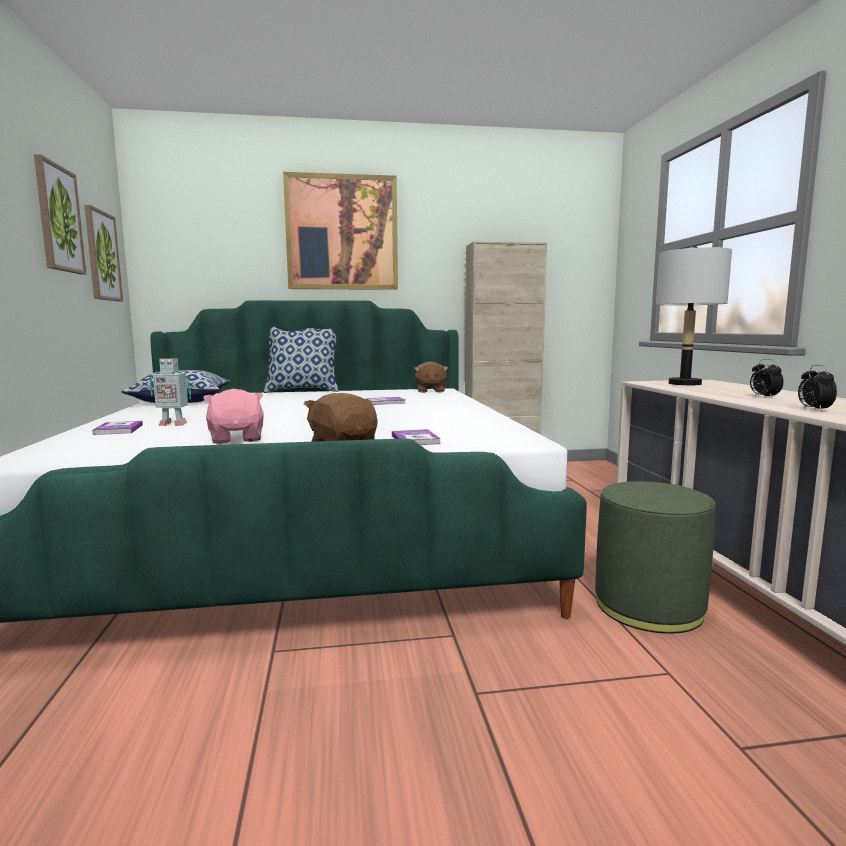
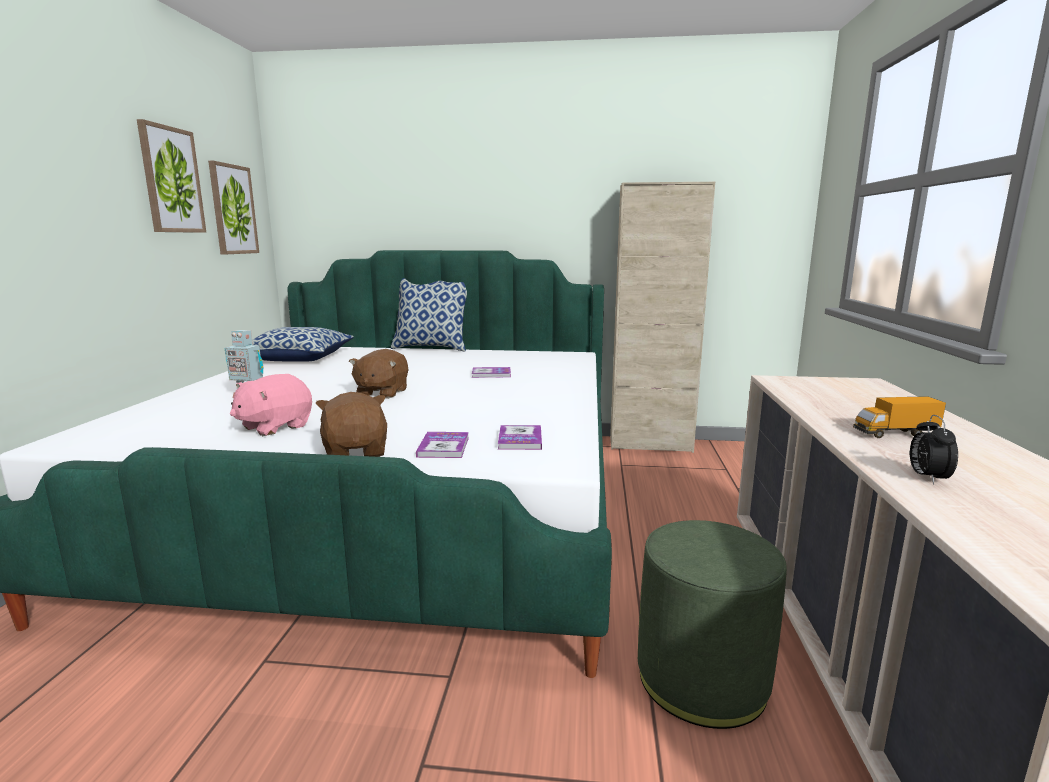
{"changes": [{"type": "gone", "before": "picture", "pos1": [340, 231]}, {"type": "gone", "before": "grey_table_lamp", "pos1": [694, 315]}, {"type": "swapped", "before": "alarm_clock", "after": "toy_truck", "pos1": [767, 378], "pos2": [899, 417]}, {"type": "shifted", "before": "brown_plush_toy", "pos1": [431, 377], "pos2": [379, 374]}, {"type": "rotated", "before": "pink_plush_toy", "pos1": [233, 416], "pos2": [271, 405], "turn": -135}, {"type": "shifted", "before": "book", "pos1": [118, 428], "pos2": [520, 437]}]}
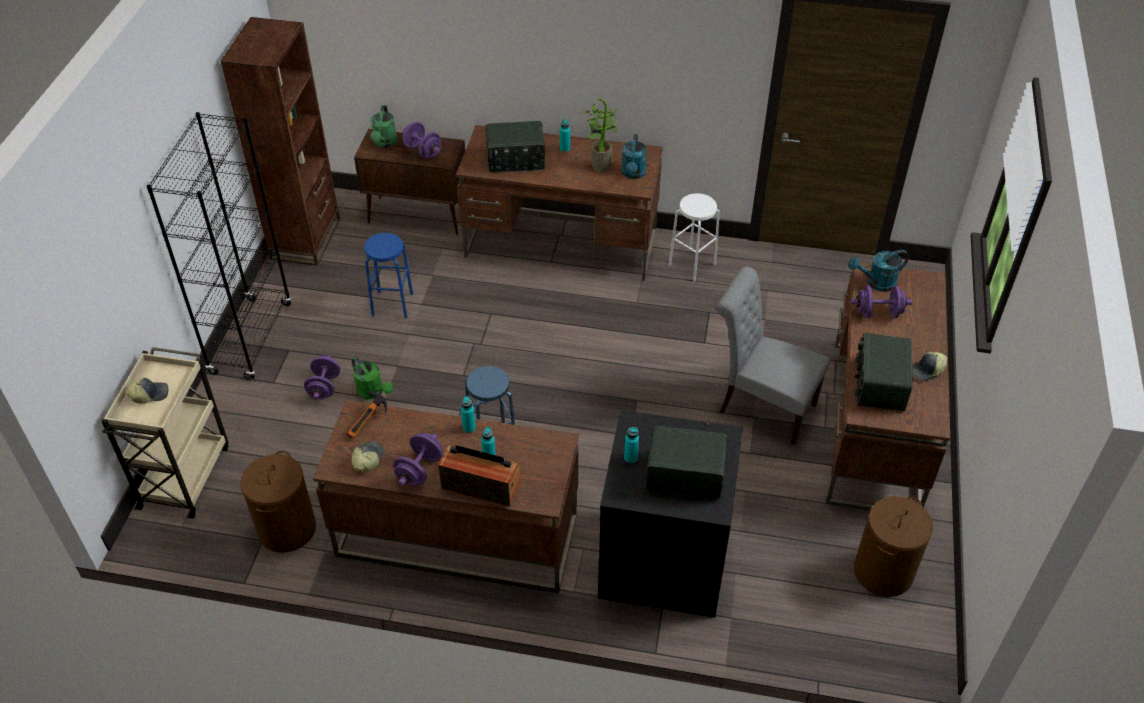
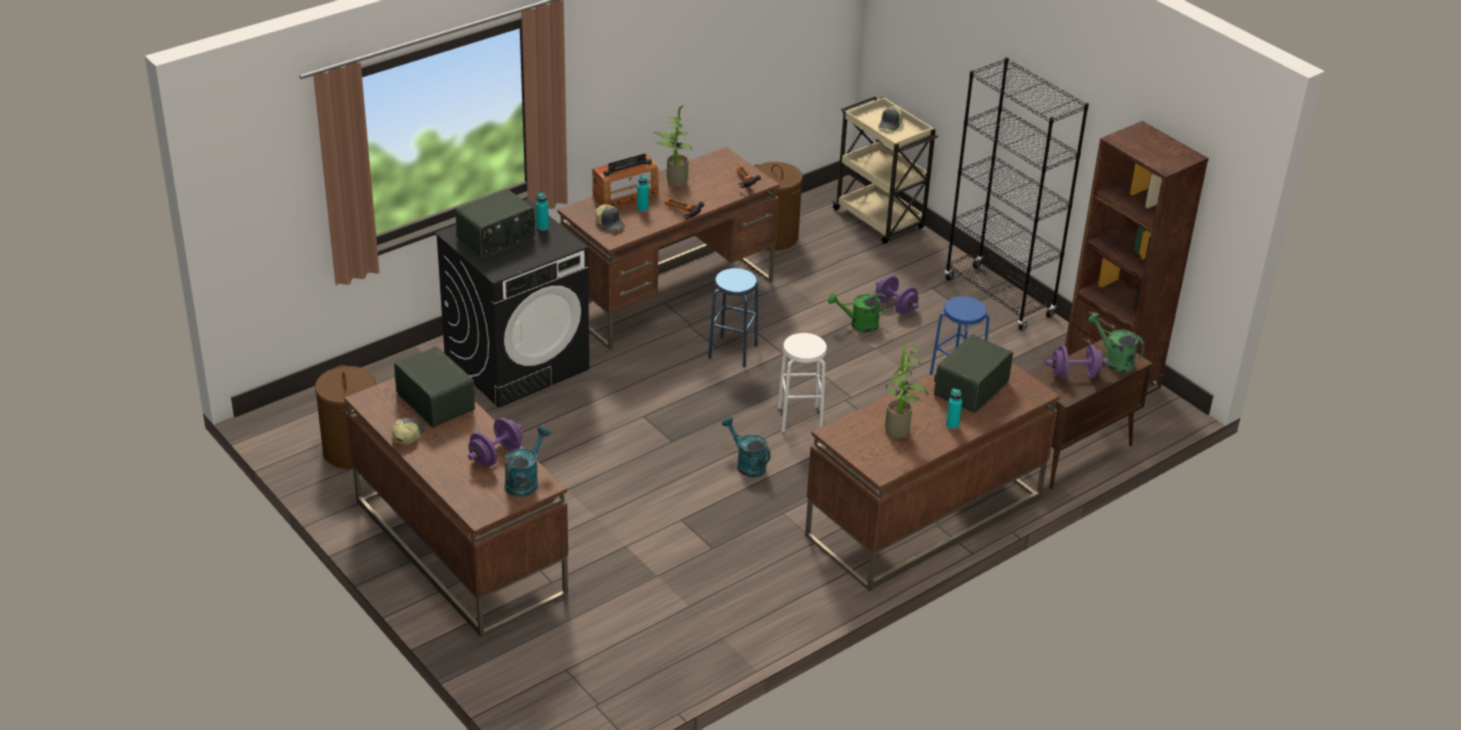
{"changes": [{"type": "shifted", "before": "turquoise_watering_can", "pos1": [634, 156], "pos2": [746, 447]}, {"type": "shifted", "before": "white_stool", "pos1": [694, 237], "pos2": [802, 383]}, {"type": "gone", "before": "grey_chair", "pos1": [773, 356]}, {"type": "swapped", "before": "turquoise_bottle", "after": "hammer", "pos1": [468, 414], "pos2": [685, 208]}, {"type": "swapped", "before": "purple_dumbbell", "after": "potted_plant", "pos1": [418, 459], "pos2": [672, 146]}, {"type": "shifted", "before": "cap", "pos1": [367, 457], "pos2": [610, 218]}]}
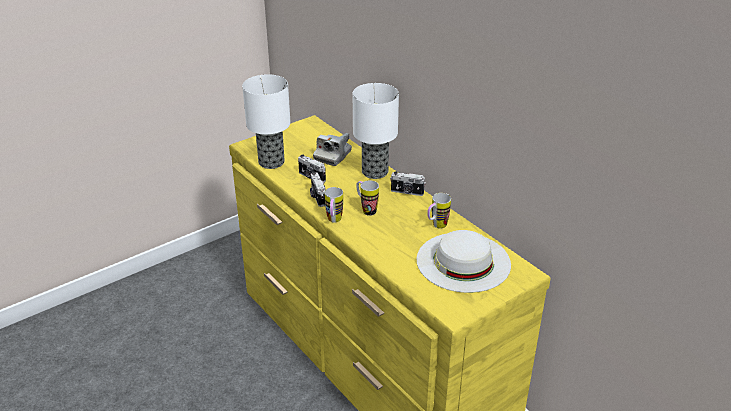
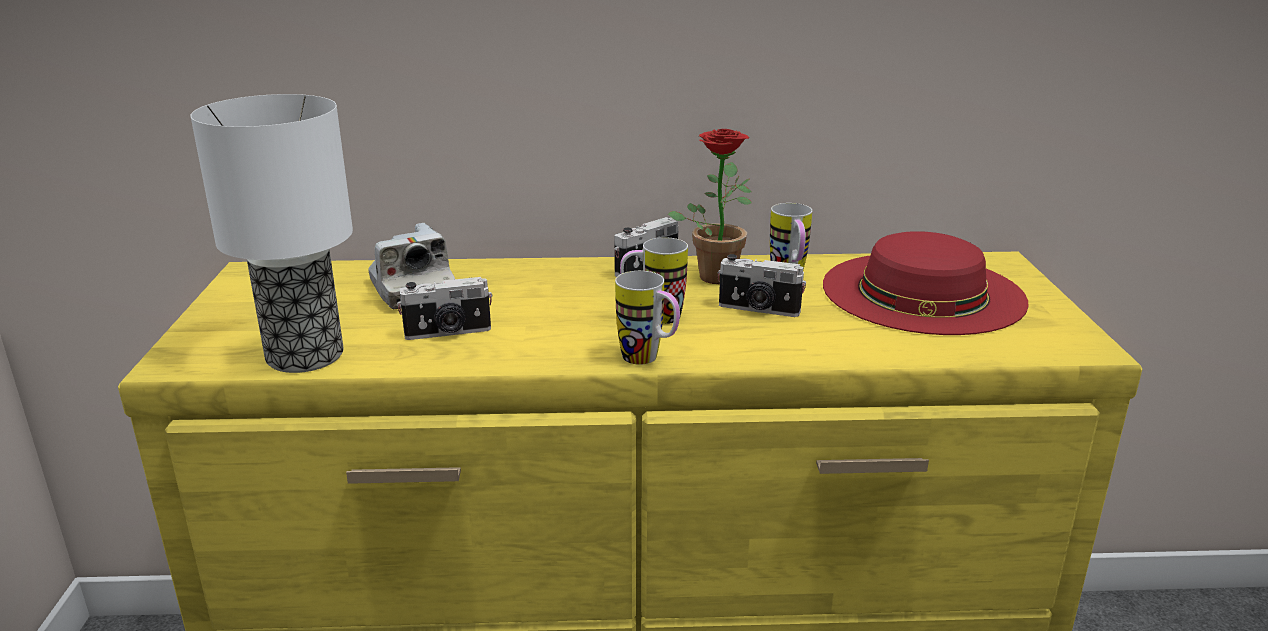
{"changes": [{"type": "gone", "before": "table_lamp", "pos1": [376, 131]}, {"type": "shifted", "before": "photo_camera", "pos1": [318, 189], "pos2": [762, 285]}, {"type": "repainted", "before": "white_hat", "after": "red_hat", "pos1": [464, 261], "pos2": [926, 283]}, {"type": "new", "after": "potted_plant", "pos2": [710, 206]}]}
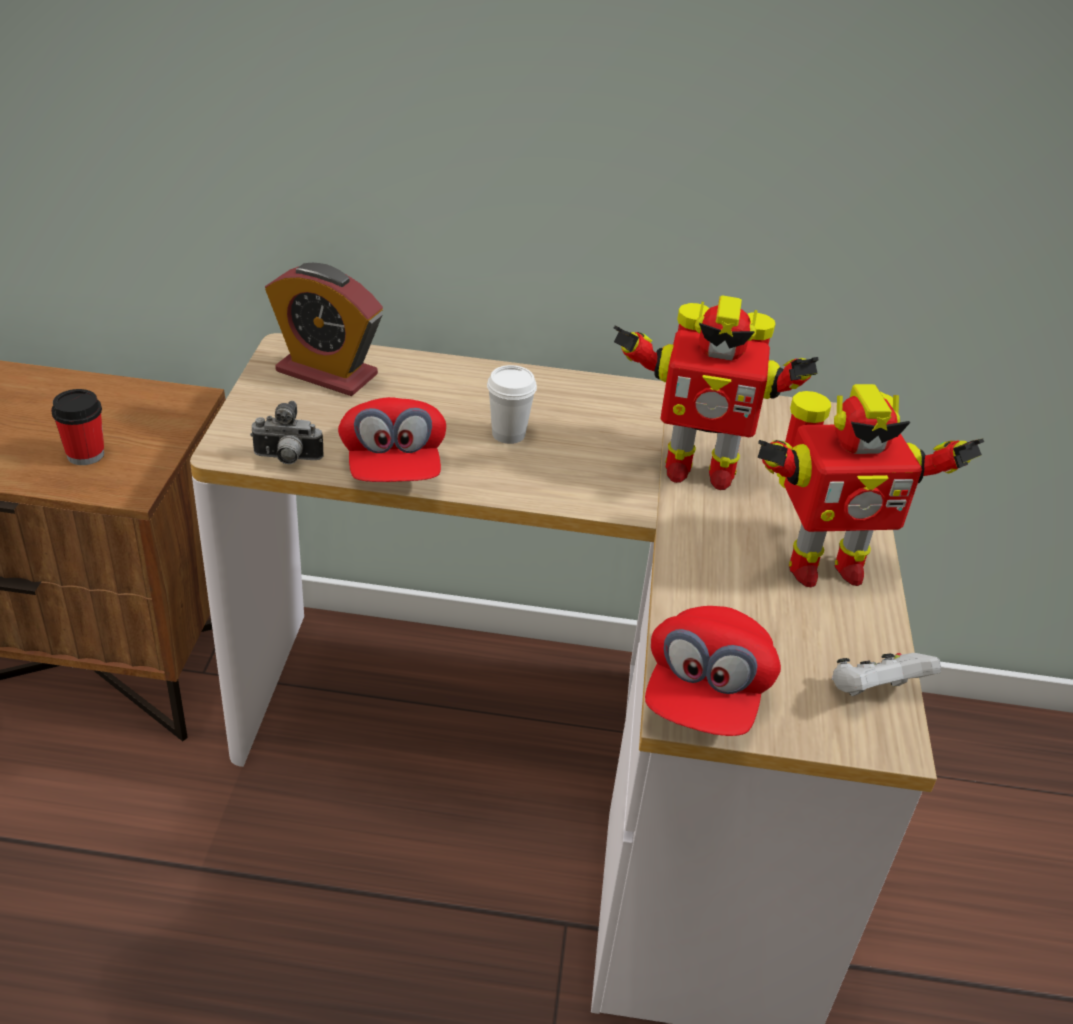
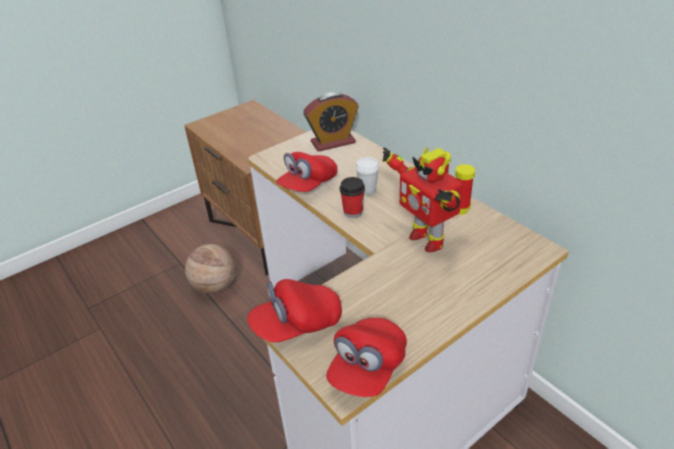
{"changes": [{"type": "rotated", "before": "alarm_clock", "pos1": [324, 329], "pos2": [331, 122], "turn": -90}, {"type": "gone", "before": "toy_robot", "pos1": [871, 485]}, {"type": "shifted", "before": "cup", "pos1": [77, 427], "pos2": [352, 197]}, {"type": "gone", "before": "photo_camera", "pos1": [287, 432]}, {"type": "swapped", "before": "white_game_controller", "after": "red_cap", "pos1": [886, 674], "pos2": [366, 357]}, {"type": "new", "after": "basketball", "pos2": [210, 269]}]}
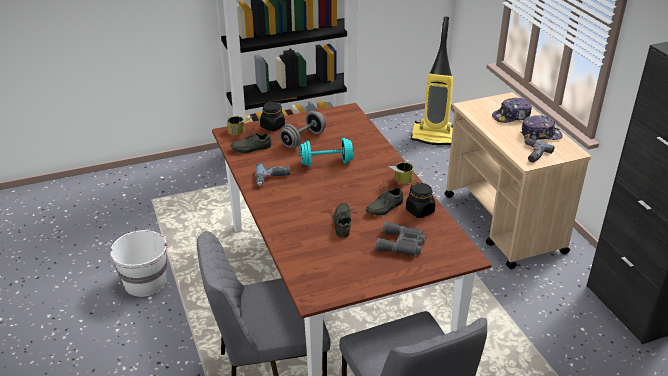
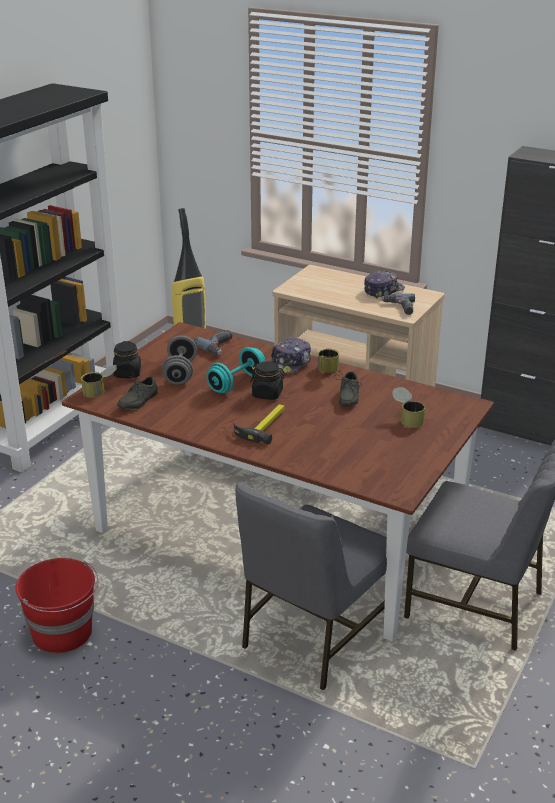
{"changes": [{"type": "shifted", "before": "cap", "pos1": [512, 110], "pos2": [290, 356]}, {"type": "shifted", "before": "power_drill", "pos1": [272, 174], "pos2": [213, 343]}, {"type": "shifted", "before": "black_jar", "pos1": [420, 200], "pos2": [268, 380]}, {"type": "gone", "before": "grey_shoe", "pos1": [344, 220]}, {"type": "swapped", "before": "grey_binoculars", "after": "can", "pos1": [401, 239], "pos2": [409, 407]}, {"type": "repainted", "before": "white_bucket", "after": "red_bucket", "pos1": [138, 263], "pos2": [57, 605]}, {"type": "new", "after": "hammer", "pos2": [259, 424]}]}
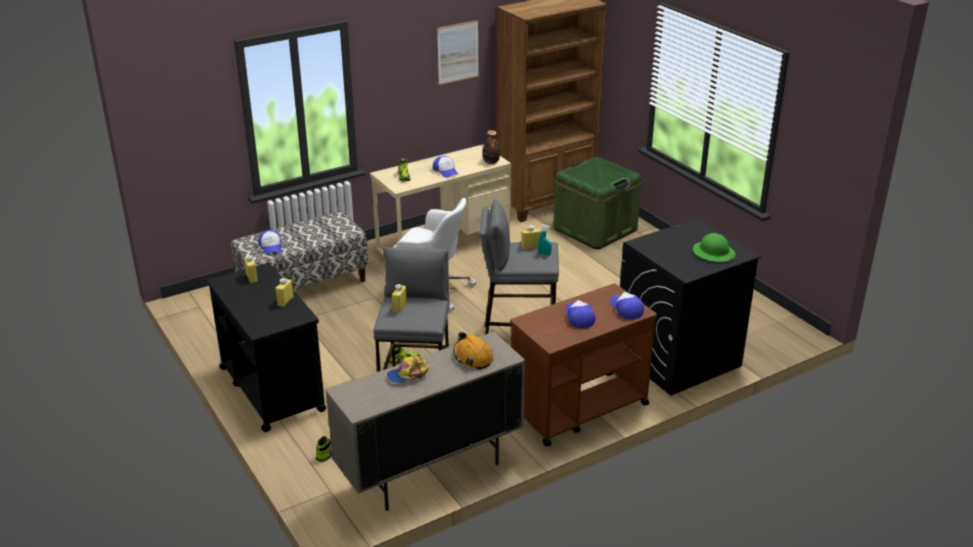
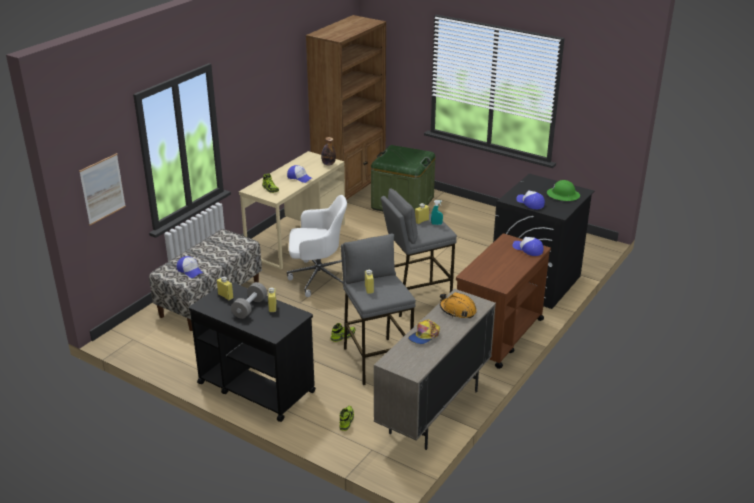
{"changes": [{"type": "shifted", "before": "picture", "pos1": [458, 52], "pos2": [102, 189]}, {"type": "shifted", "before": "cap", "pos1": [580, 314], "pos2": [530, 199]}, {"type": "new", "after": "grey_dumbbell", "pos2": [249, 300]}]}
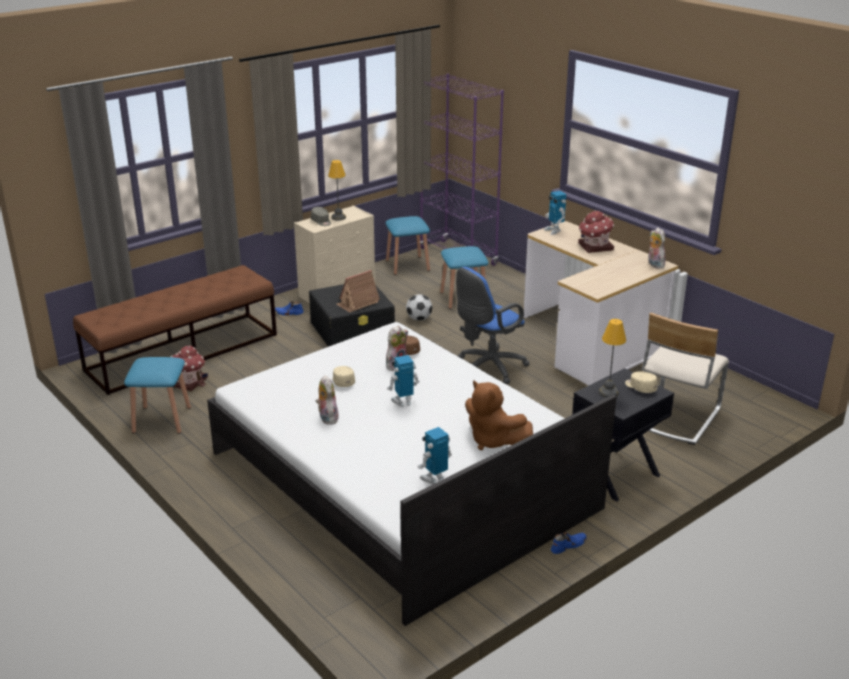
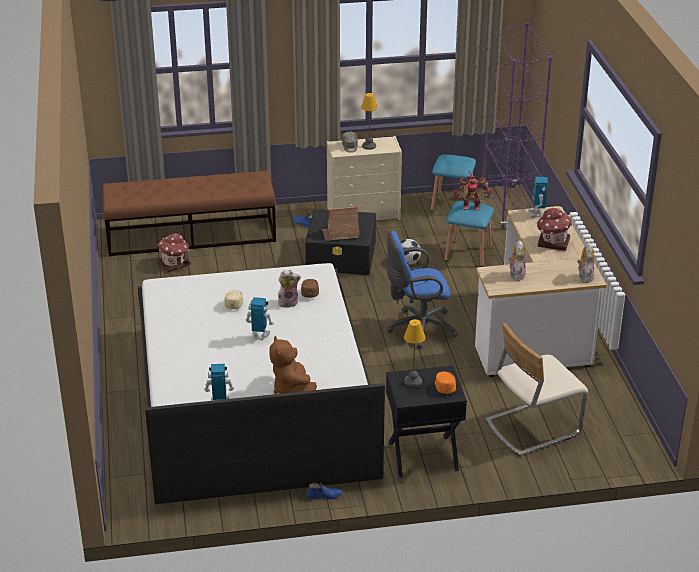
{"changes": [{"type": "gone", "before": "blue_stool", "pos1": [157, 395]}, {"type": "repainted", "before": "beige_cap", "after": "orange_cap", "pos1": [641, 382], "pos2": [445, 383]}, {"type": "shifted", "before": "plush_toy", "pos1": [328, 400], "pos2": [517, 260]}, {"type": "new", "after": "toy_robot", "pos2": [473, 190]}]}
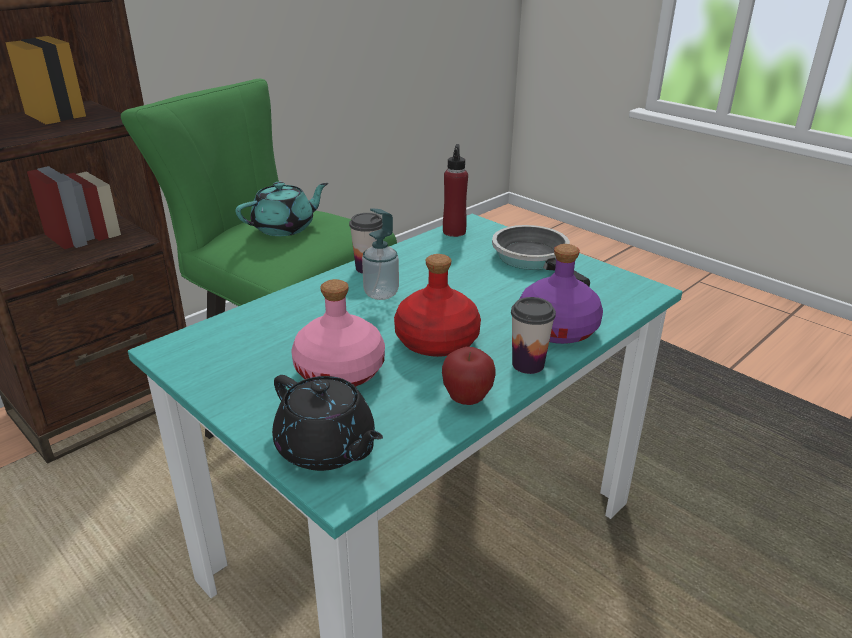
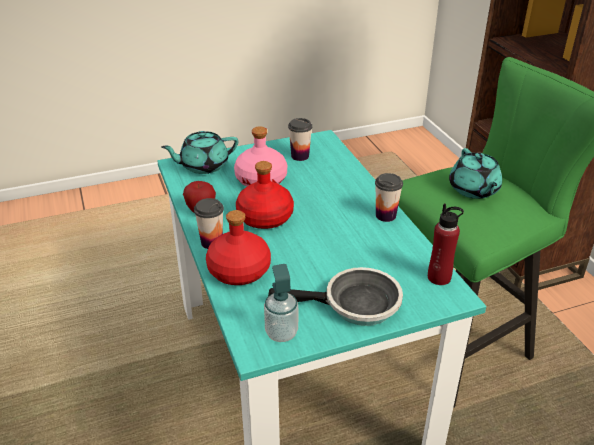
{"changes": [{"type": "shifted", "before": "soap_dispenser", "pos1": [380, 254], "pos2": [281, 303]}, {"type": "repainted", "before": "purple_bottle", "after": "red_bottle", "pos1": [561, 294], "pos2": [238, 247]}, {"type": "repainted", "before": "black_teapot", "after": "turquoise_teapot", "pos1": [327, 423], "pos2": [199, 152]}, {"type": "new", "after": "cup", "pos2": [300, 139]}]}
